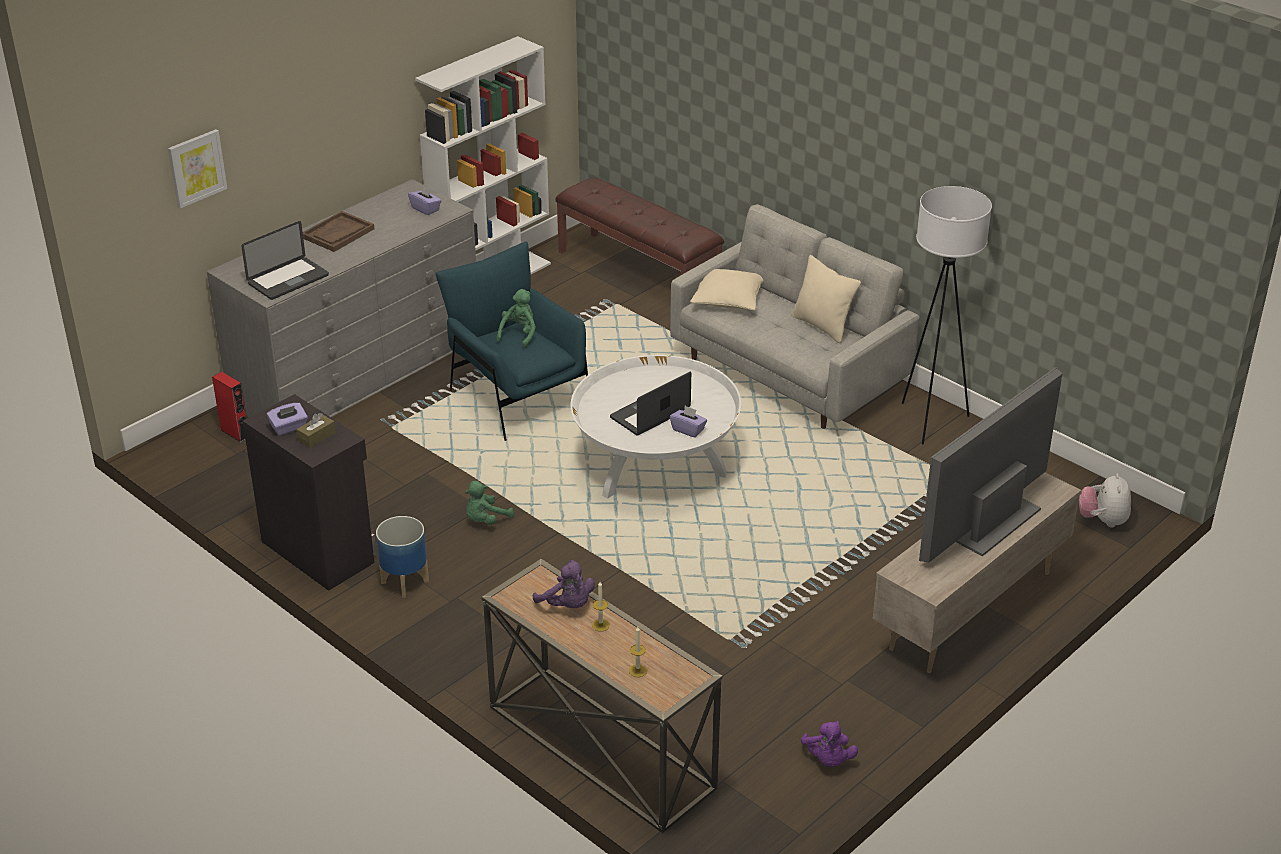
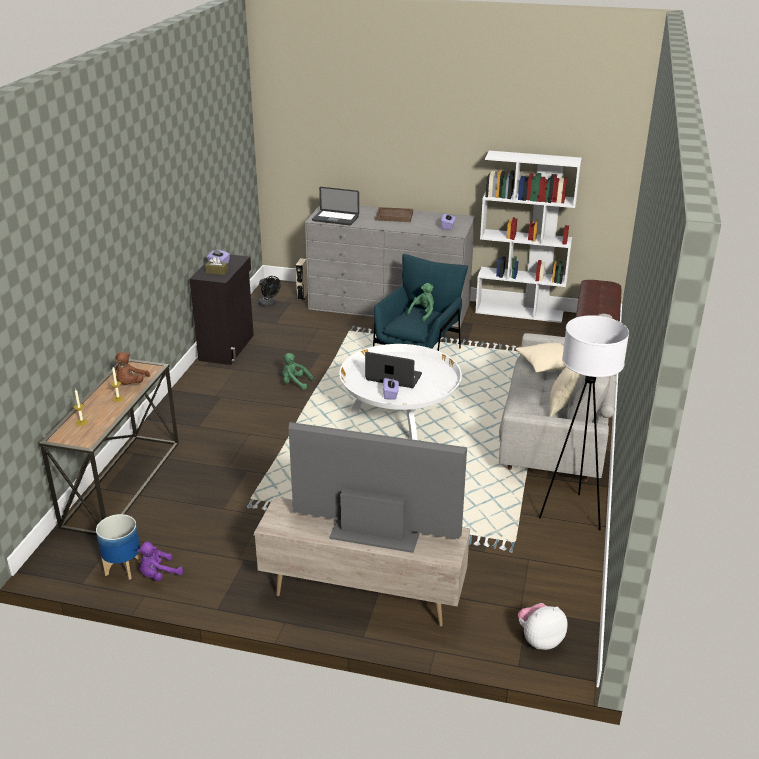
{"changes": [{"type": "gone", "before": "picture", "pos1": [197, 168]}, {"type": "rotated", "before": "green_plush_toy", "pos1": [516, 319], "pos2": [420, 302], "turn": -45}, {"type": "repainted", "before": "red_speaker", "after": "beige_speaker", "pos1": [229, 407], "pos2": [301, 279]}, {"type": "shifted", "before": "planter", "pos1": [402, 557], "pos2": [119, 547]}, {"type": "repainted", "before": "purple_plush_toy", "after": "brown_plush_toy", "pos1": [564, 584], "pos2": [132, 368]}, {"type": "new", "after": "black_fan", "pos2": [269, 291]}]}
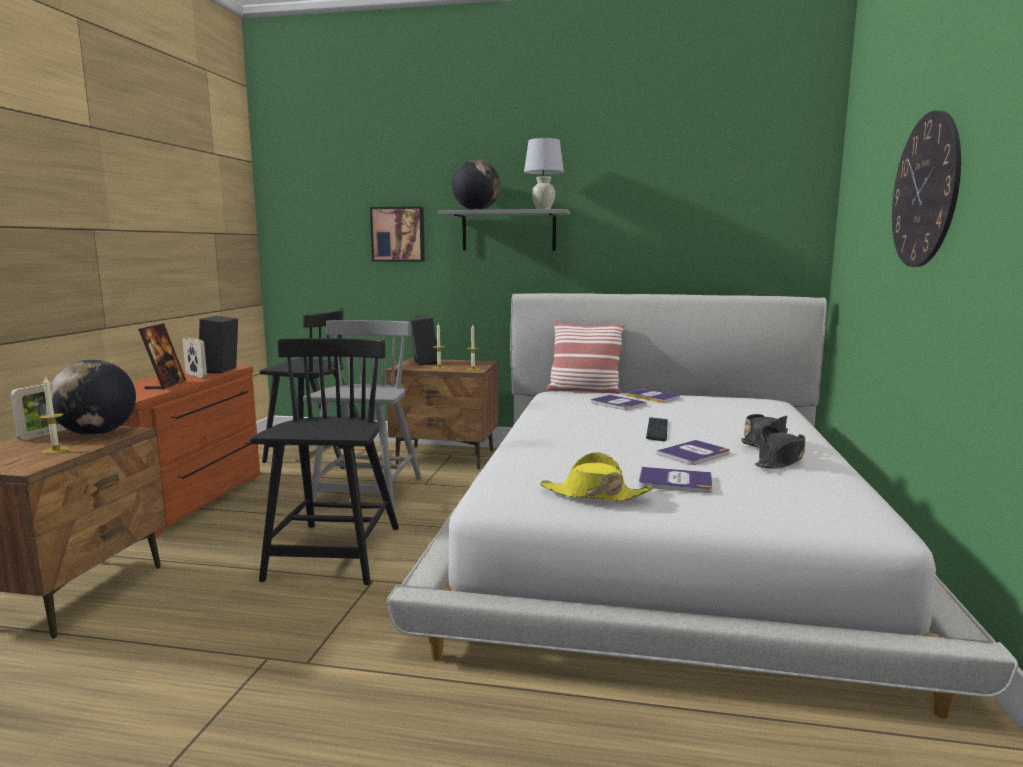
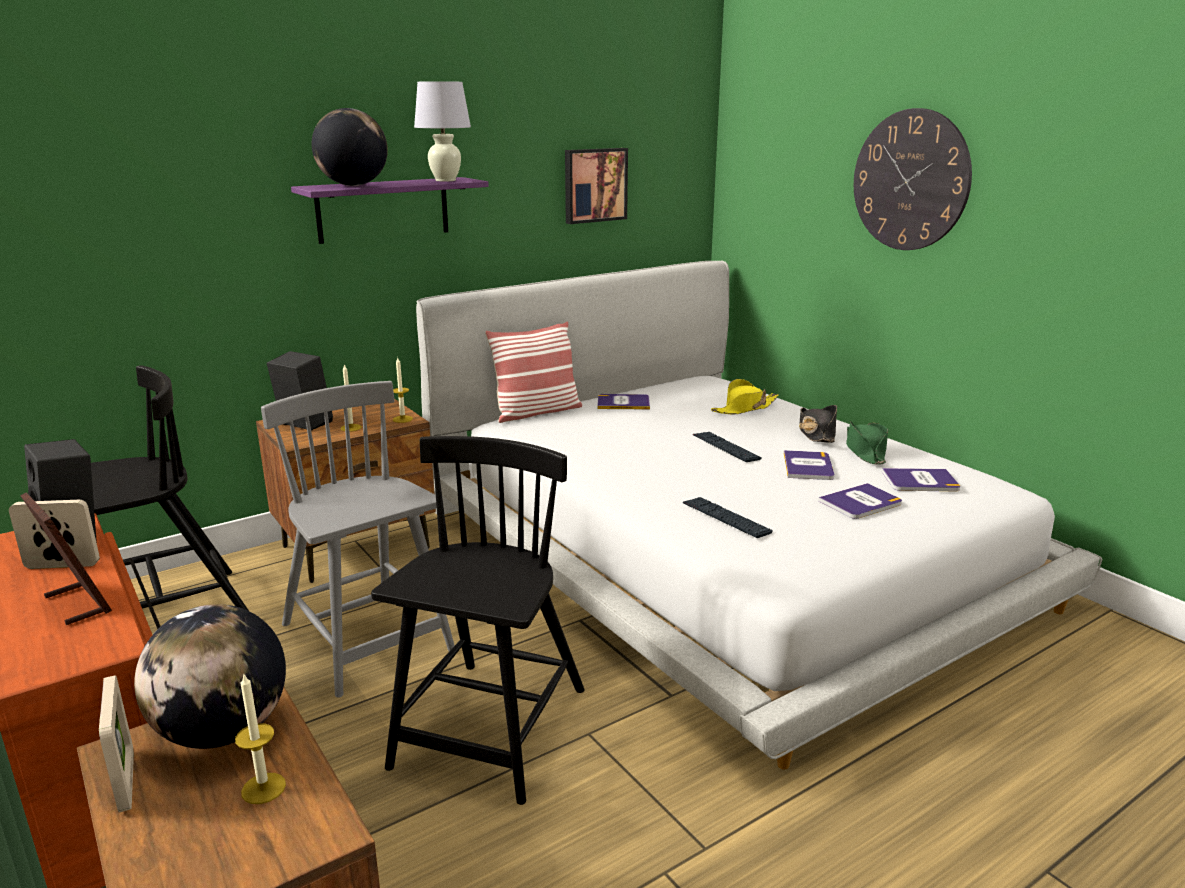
{"changes": [{"type": "shifted", "before": "picture", "pos1": [397, 234], "pos2": [596, 186]}, {"type": "repainted", "before": "grey_shelf", "after": "purple_shelf", "pos1": [504, 229], "pos2": [390, 210]}, {"type": "rotated", "before": "black_chair", "pos1": [324, 461], "pos2": [478, 620], "turn": 60}, {"type": "shifted", "before": "book", "pos1": [619, 402], "pos2": [921, 479]}, {"type": "repainted", "before": "black_hat", "after": "green_hat", "pos1": [780, 447], "pos2": [867, 443]}, {"type": "shifted", "before": "yellow_hat", "pos1": [596, 476], "pos2": [745, 396]}, {"type": "new", "after": "keyboard", "pos2": [728, 517]}]}
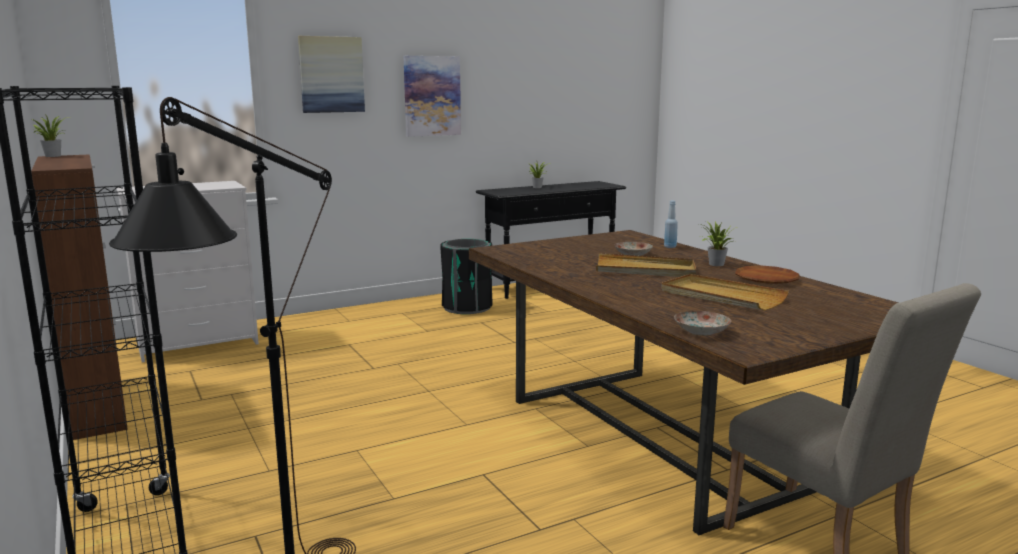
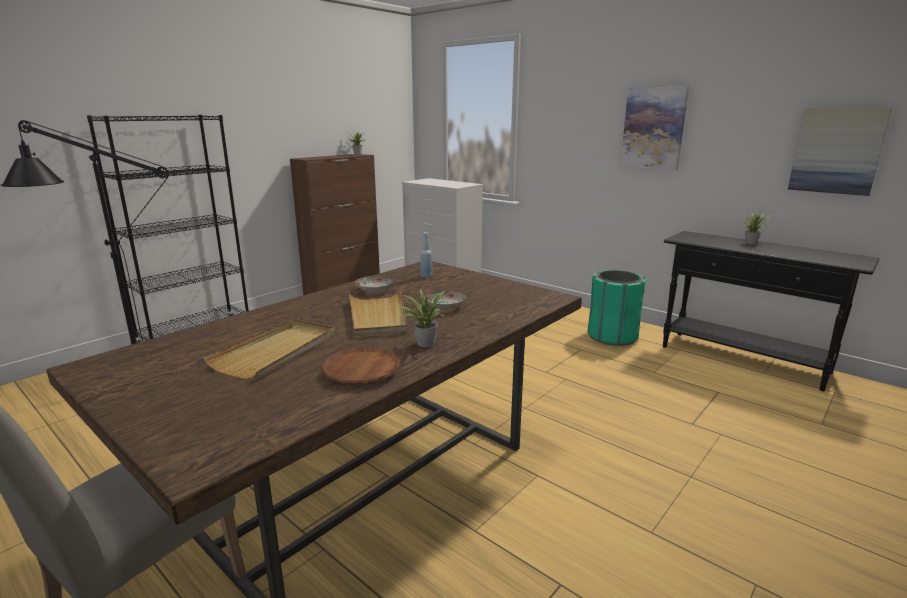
{"changes": [{"type": "shifted", "before": "picture", "pos1": [331, 74], "pos2": [840, 151]}, {"type": "shifted", "before": "blue_bottle", "pos1": [671, 224], "pos2": [426, 255]}, {"type": "repainted", "before": "black_trash_can", "after": "green_trash_can", "pos1": [466, 276], "pos2": [617, 308]}, {"type": "shifted", "before": "plate", "pos1": [702, 323], "pos2": [374, 284]}]}
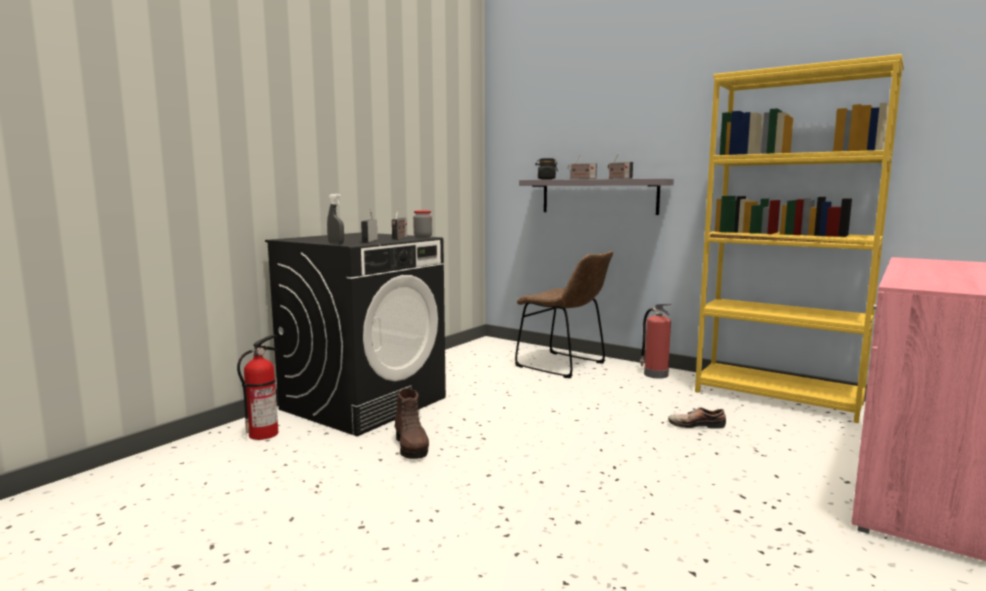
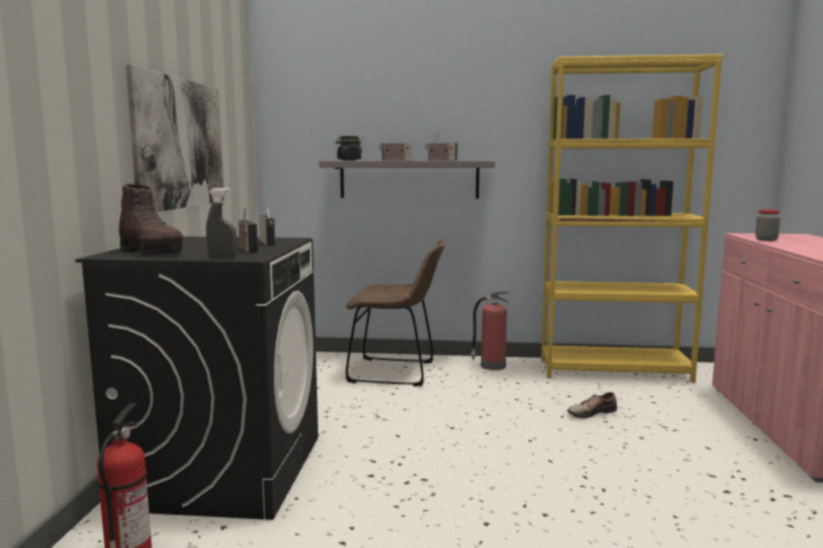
{"changes": [{"type": "shifted", "before": "jar", "pos1": [422, 224], "pos2": [767, 225]}, {"type": "shifted", "before": "brown_boot", "pos1": [411, 423], "pos2": [151, 219]}, {"type": "new", "after": "picture", "pos2": [175, 138]}]}
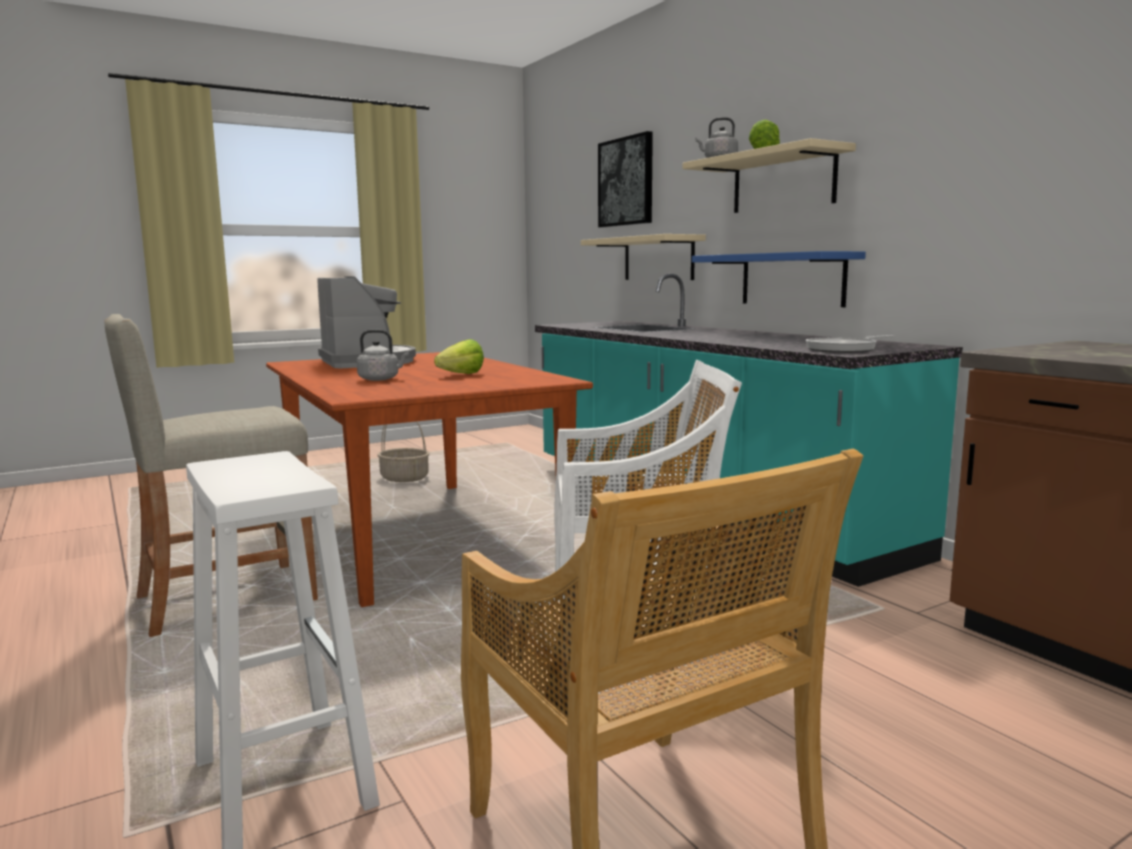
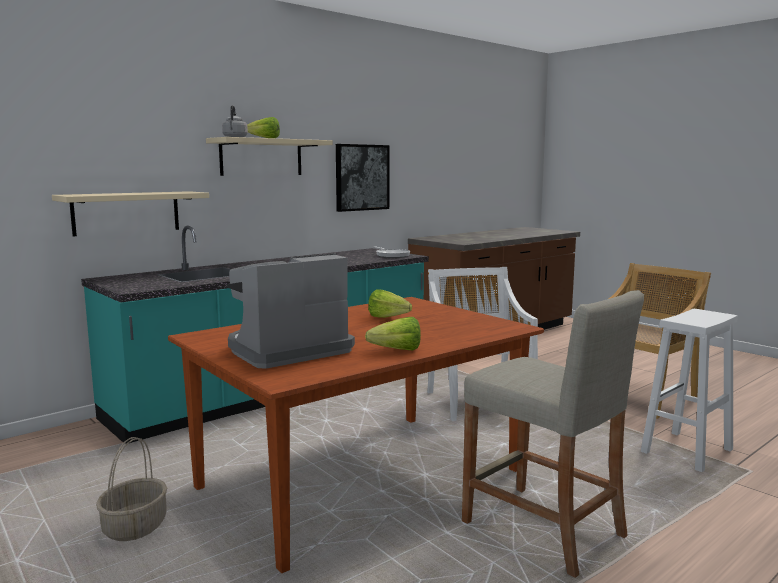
{"changes": [{"type": "shifted", "before": "picture", "pos1": [625, 179], "pos2": [362, 178]}, {"type": "gone", "before": "blue_shelf", "pos1": [779, 279]}, {"type": "gone", "before": "grey_kettle", "pos1": [383, 355]}, {"type": "new", "after": "lettuce", "pos2": [393, 334]}]}
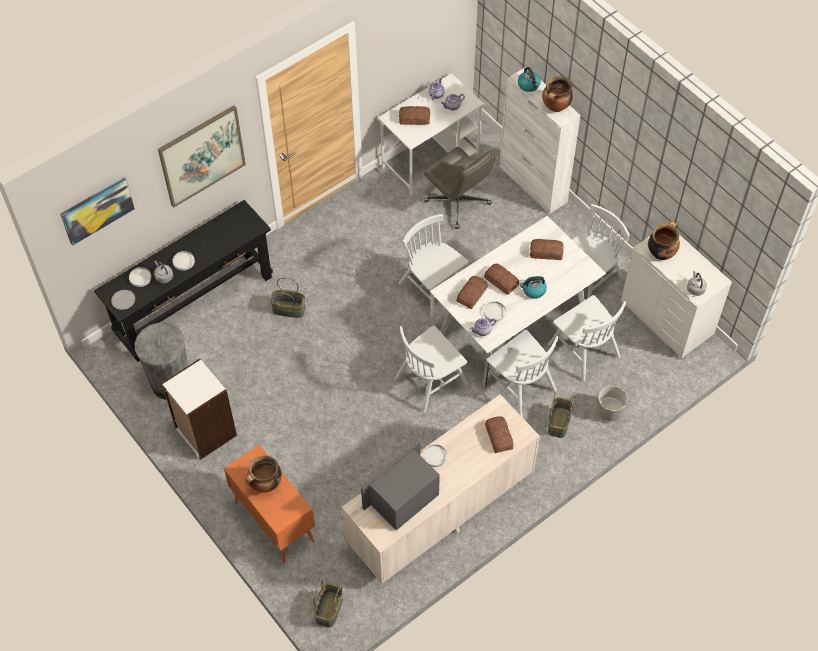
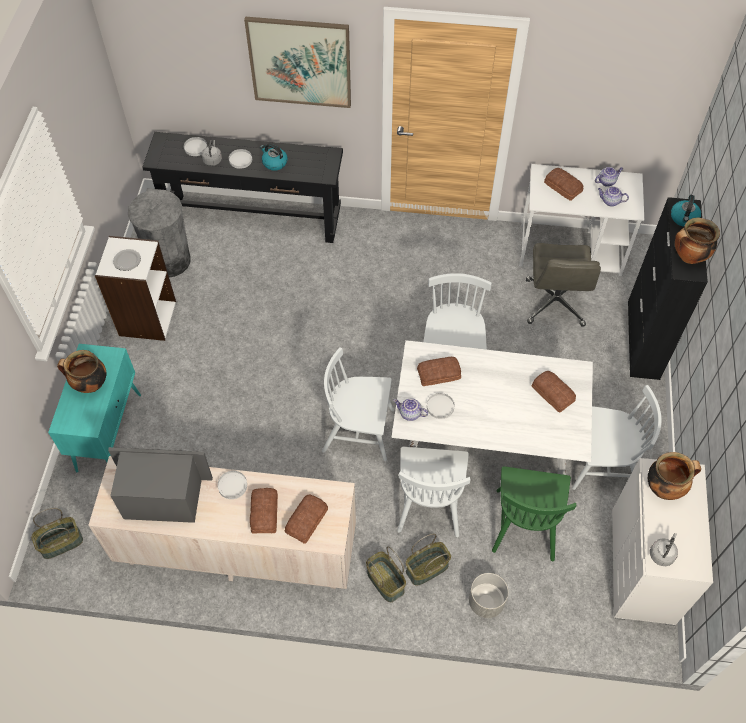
{"changes": [{"type": "repainted", "before": "white_cabinet", "after": "black_cabinet", "pos1": [540, 140], "pos2": [668, 288]}, {"type": "gone", "before": "picture", "pos1": [97, 211]}, {"type": "shifted", "before": "bread", "pos1": [501, 279], "pos2": [264, 510]}, {"type": "shifted", "before": "kettle", "pos1": [533, 287], "pos2": [274, 157]}, {"type": "shifted", "before": "basket", "pos1": [288, 297], "pos2": [386, 574]}, {"type": "shifted", "before": "plate", "pos1": [123, 300], "pos2": [127, 260]}, {"type": "repainted", "before": "white_chair", "after": "green_chair", "pos1": [587, 338], "pos2": [534, 513]}, {"type": "repainted", "before": "orange_cabinet", "after": "turquoise_cabinet", "pos1": [269, 504], "pos2": [94, 408]}]}
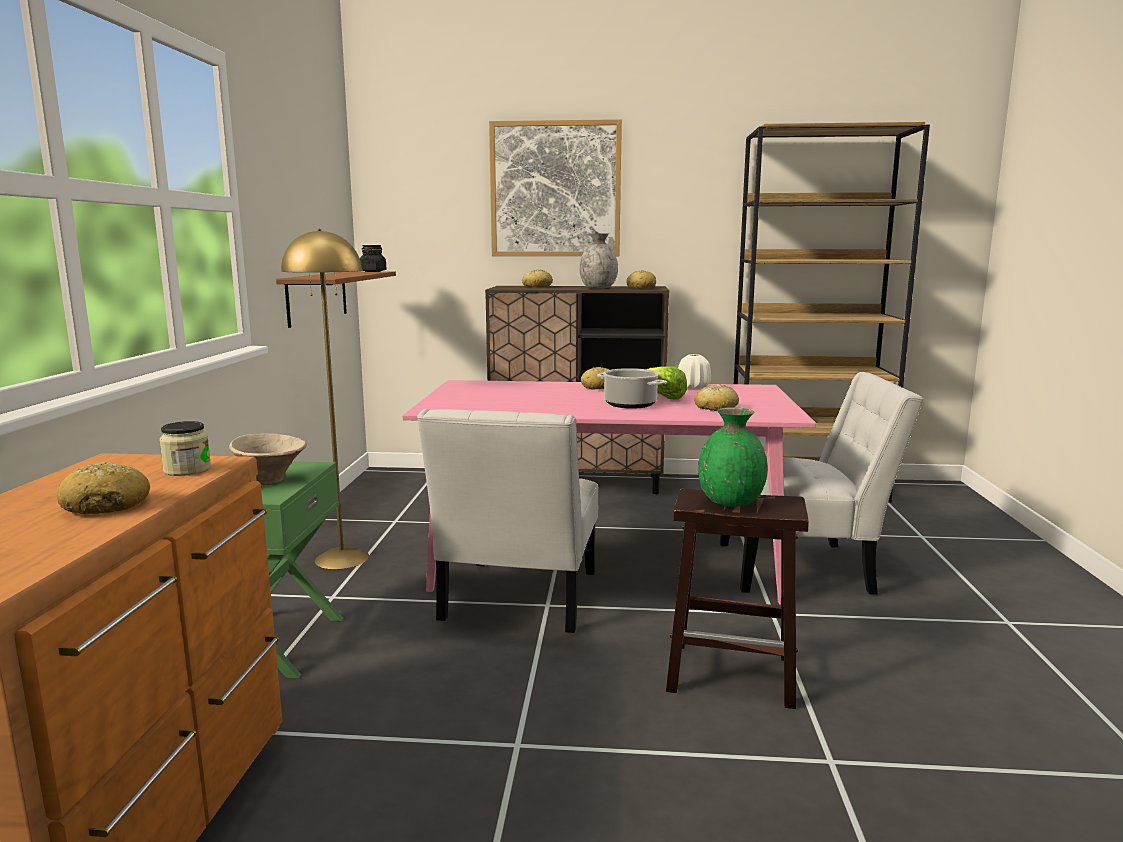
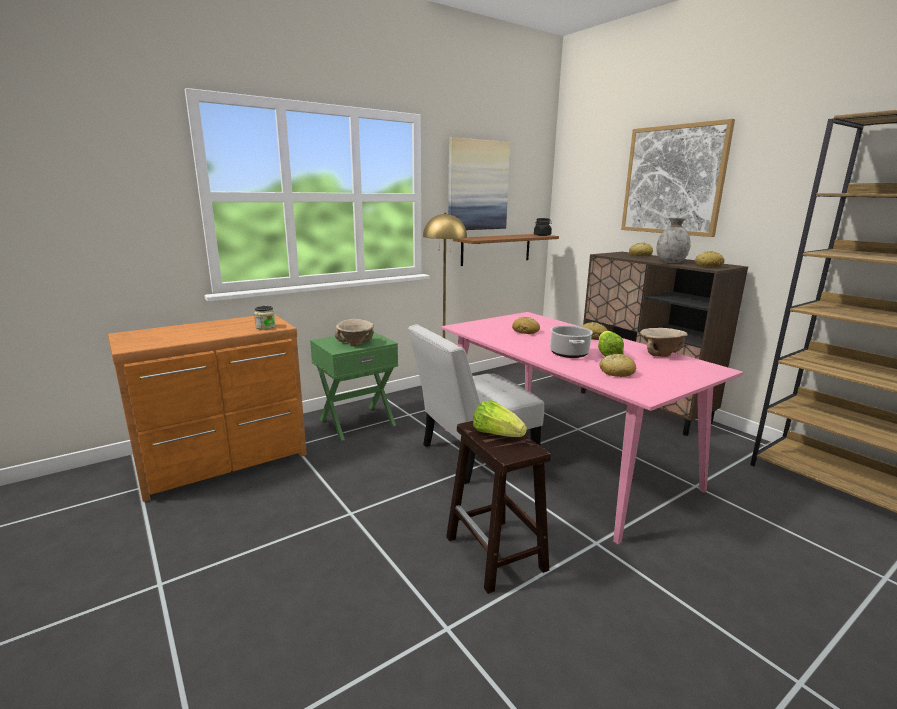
{"changes": [{"type": "swapped", "before": "white_vase", "after": "beige_bowl", "pos1": [694, 371], "pos2": [664, 342]}, {"type": "gone", "before": "white_chair", "pos1": [822, 483]}, {"type": "swapped", "before": "green_vase", "after": "lettuce", "pos1": [733, 457], "pos2": [500, 418]}, {"type": "shifted", "before": "bread", "pos1": [103, 488], "pos2": [526, 325]}, {"type": "new", "after": "picture", "pos2": [479, 183]}]}
